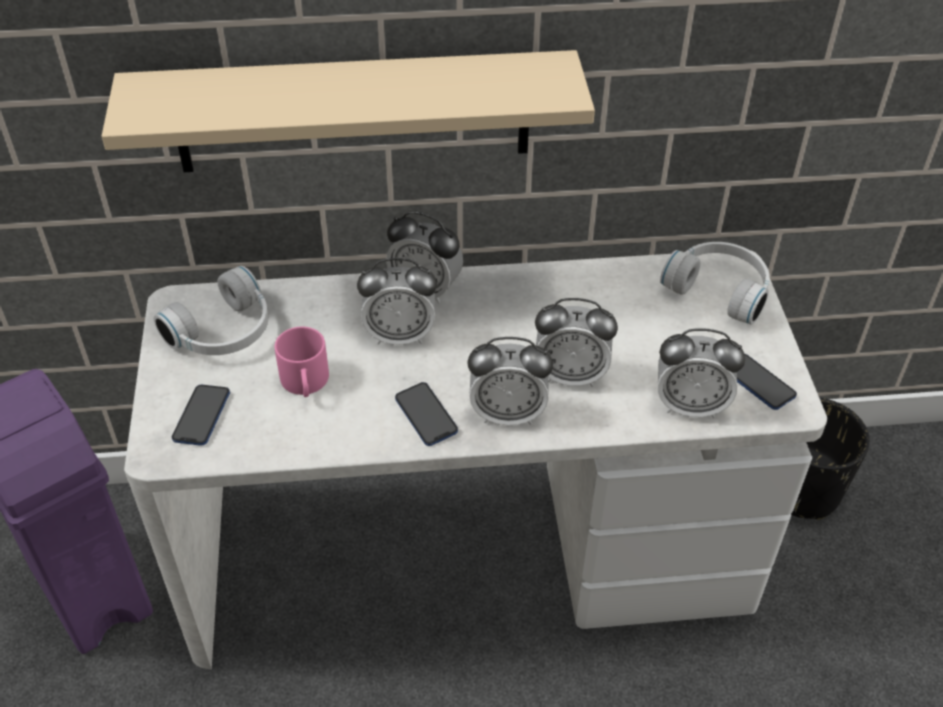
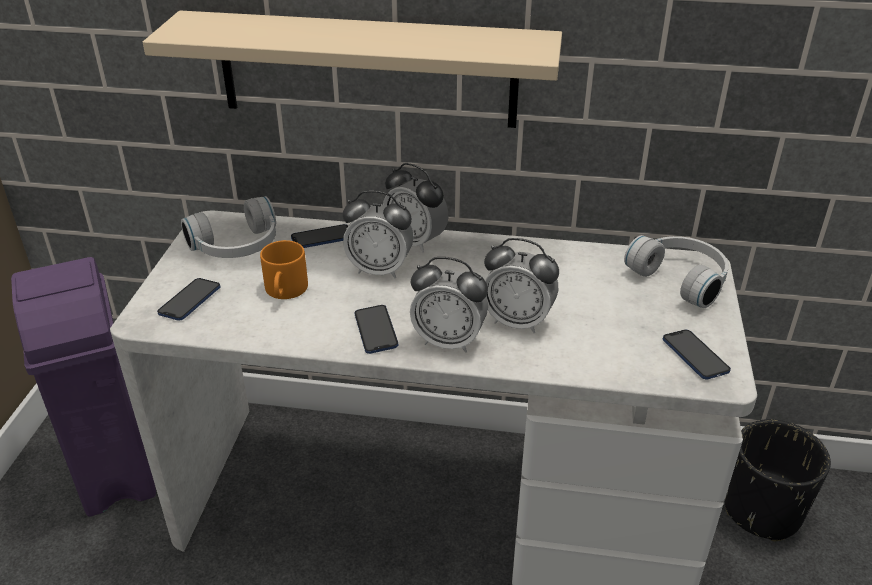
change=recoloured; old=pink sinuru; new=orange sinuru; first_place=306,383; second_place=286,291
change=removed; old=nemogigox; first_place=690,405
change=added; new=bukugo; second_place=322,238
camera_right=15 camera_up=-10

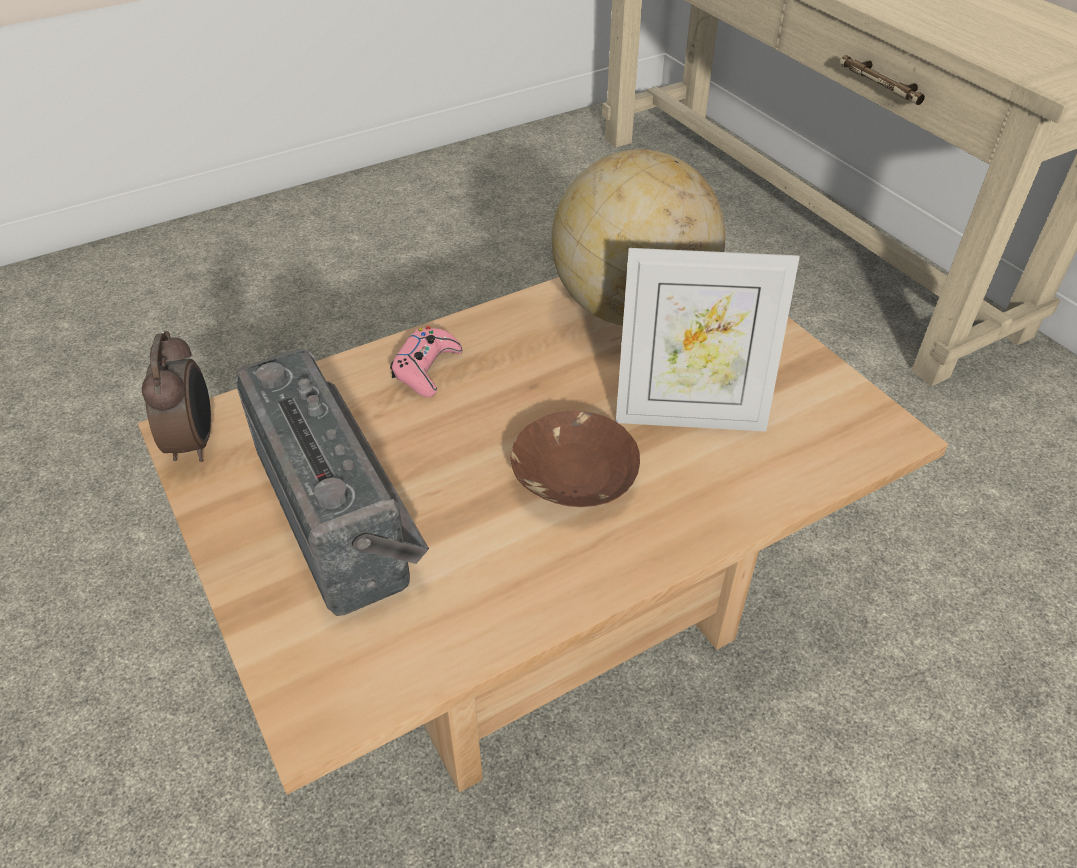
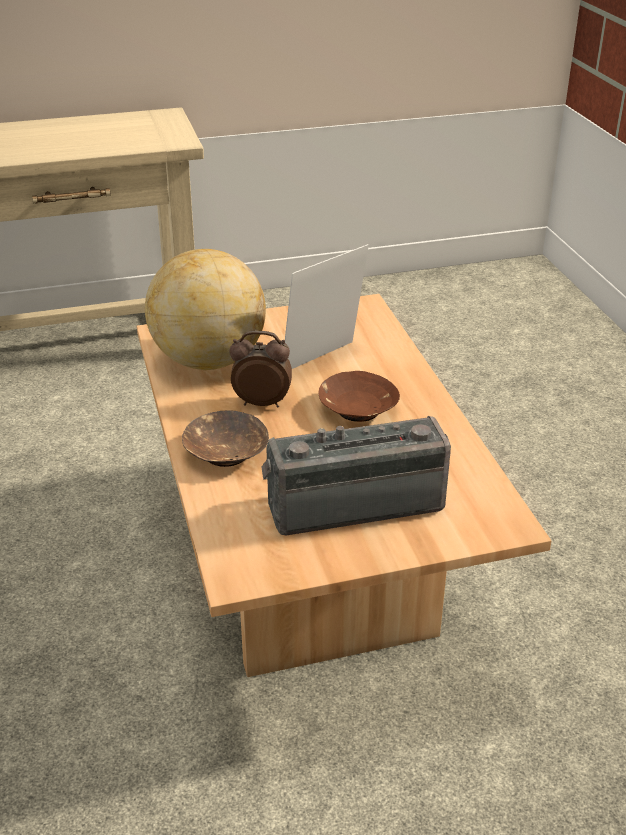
change=moved; old=nemogigox; first_place=194,442; second_place=262,402
change=replaced; old=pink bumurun; new=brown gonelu; first_place=426,369; second_place=225,452
change=turned; old=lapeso; first_place=690,416; second_place=323,361; degrees=-150
camera_right=-75 camera_up=-10

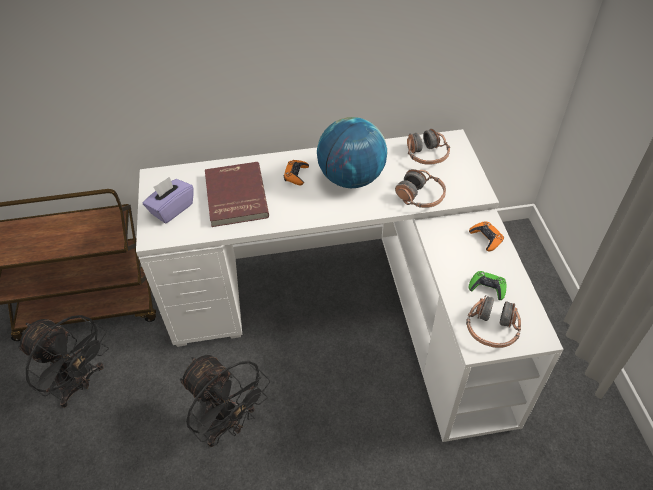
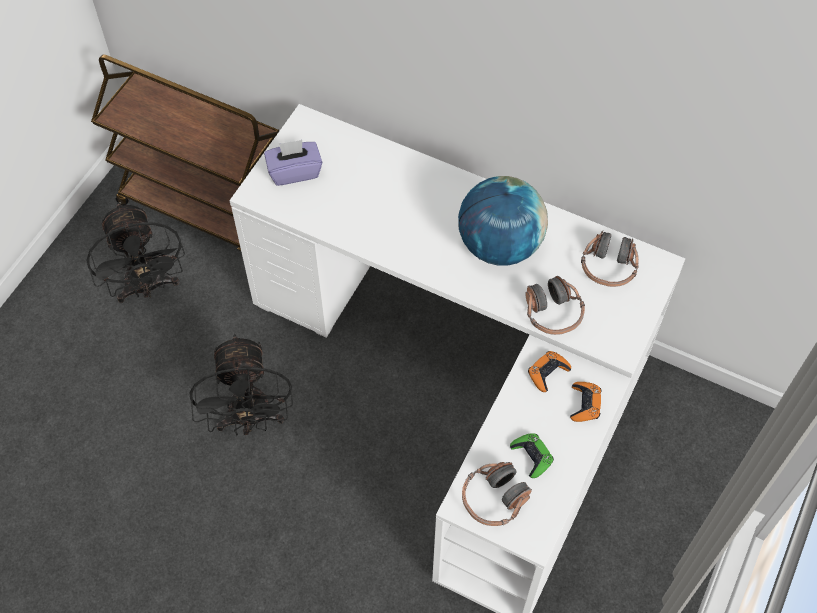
change=removed; old=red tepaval; first_place=234,196
change=moved; old=orange bumurun; first_place=296,175; second_place=547,373
camera_right=35 camera_up=10

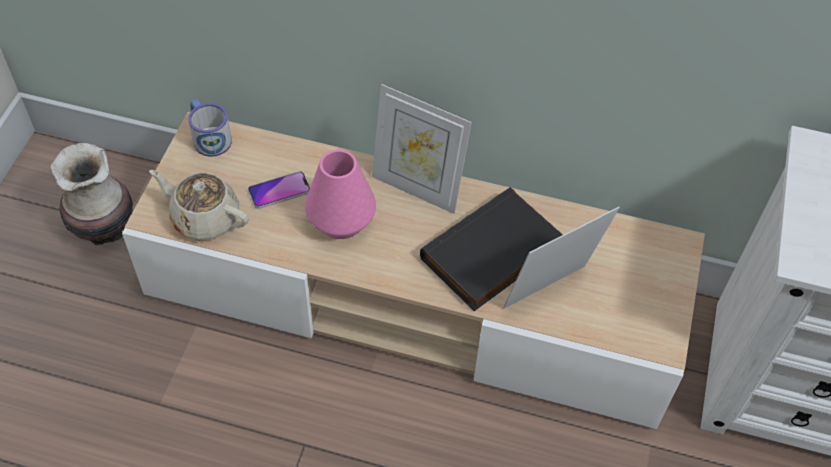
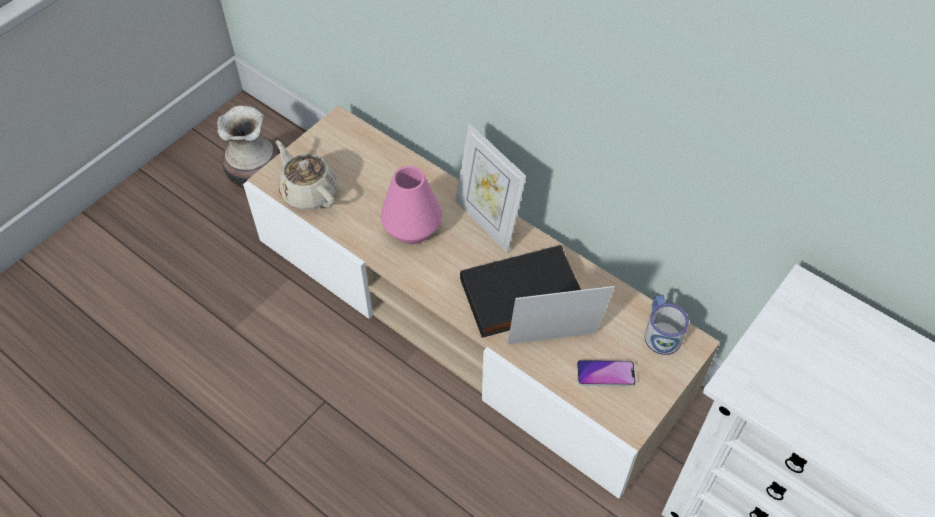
change=moved; old=sinuru; first_place=209,137; second_place=660,332
change=moved; old=bukugo; first_place=279,191; second_place=605,374
camera_right=25 camera_up=0

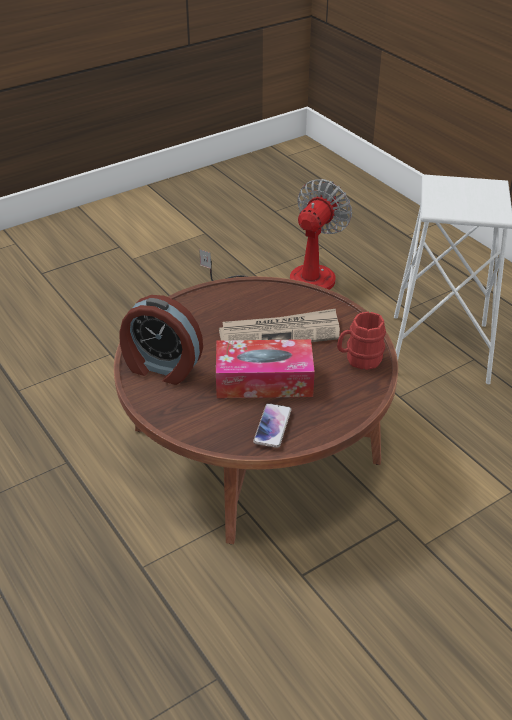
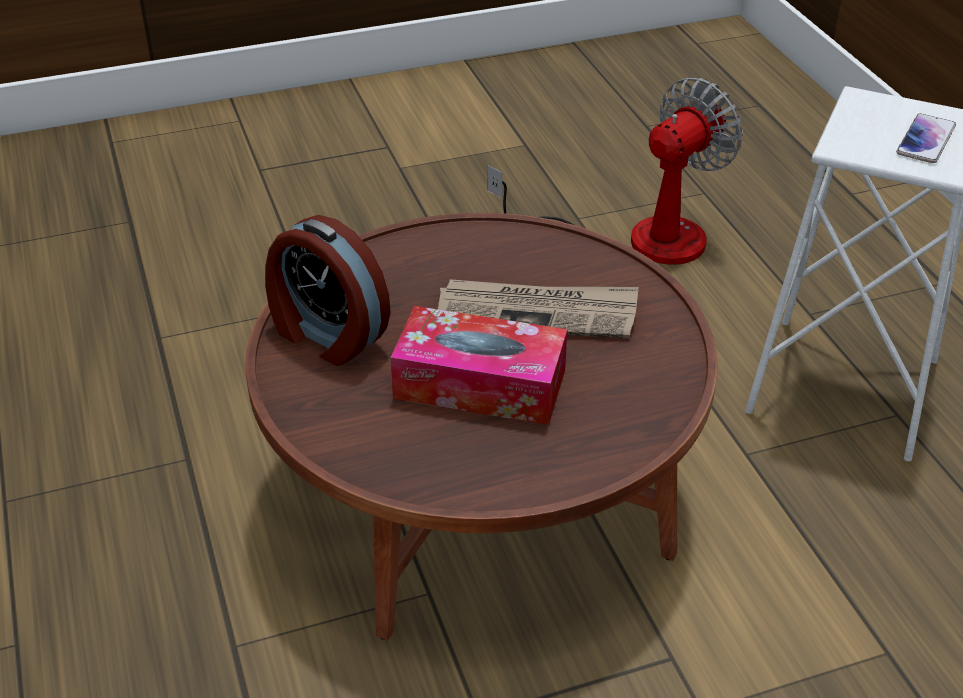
change=moved; old=bukugo; first_place=272,426; second_place=926,140
change=removed; old=red sinuru; first_place=359,359
camera_right=15 camera_up=0

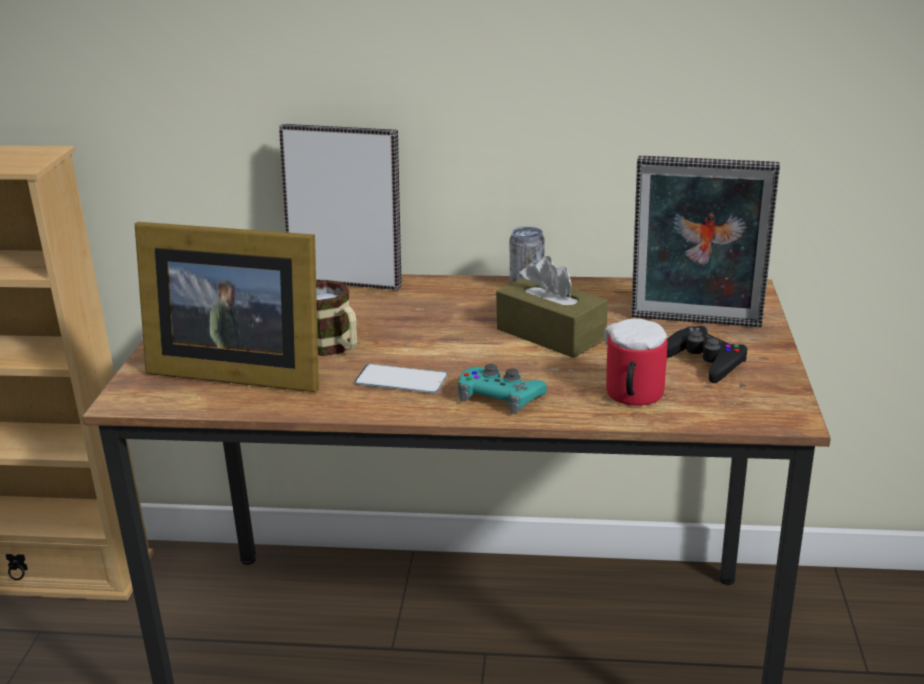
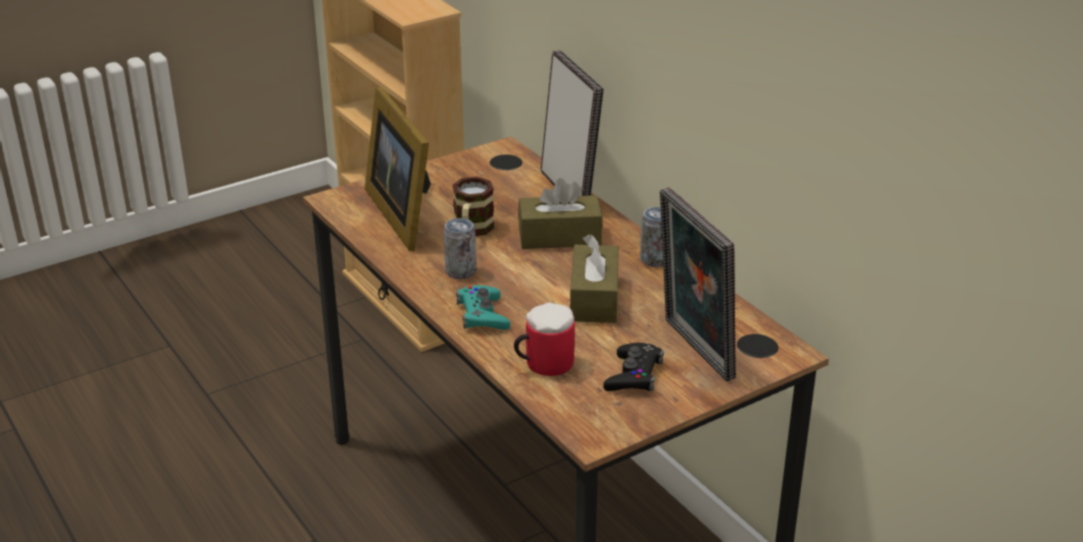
change=replaced; old=bukugo; new=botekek; first_place=401,380; second_place=460,272
change=added; new=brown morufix; second_place=559,237
camera_right=50 camera_up=5

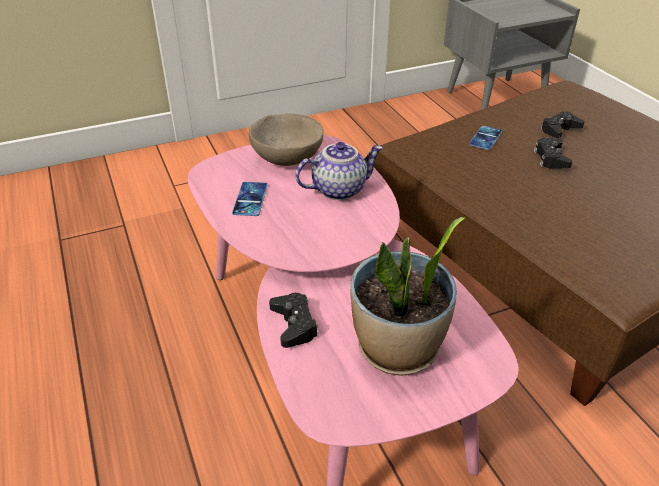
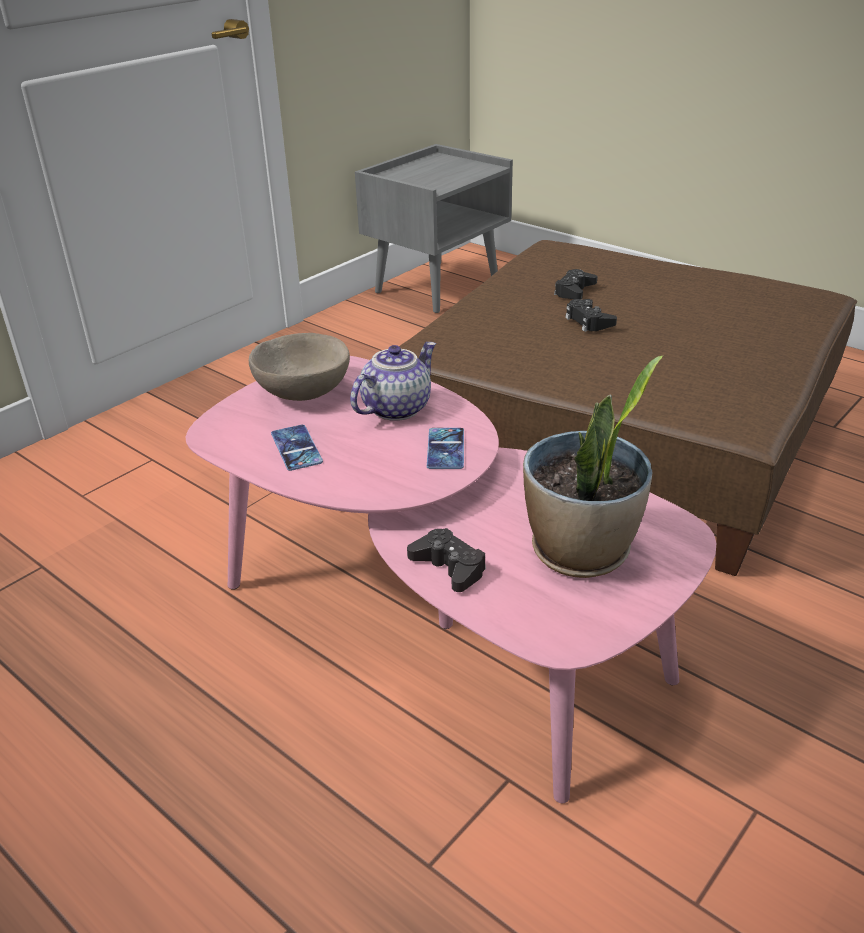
change=moved; old=bukugo; first_place=485,138; second_place=445,449
camera_right=-25 camera_up=-5

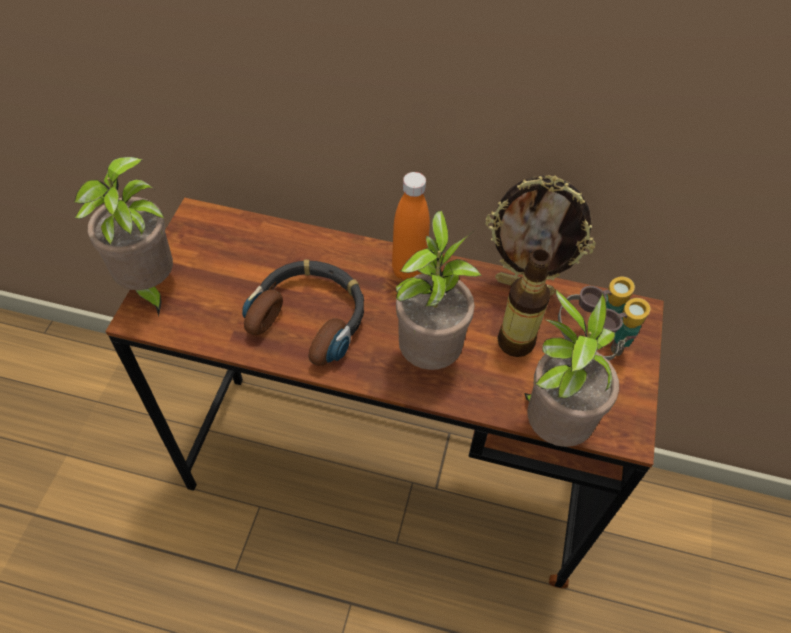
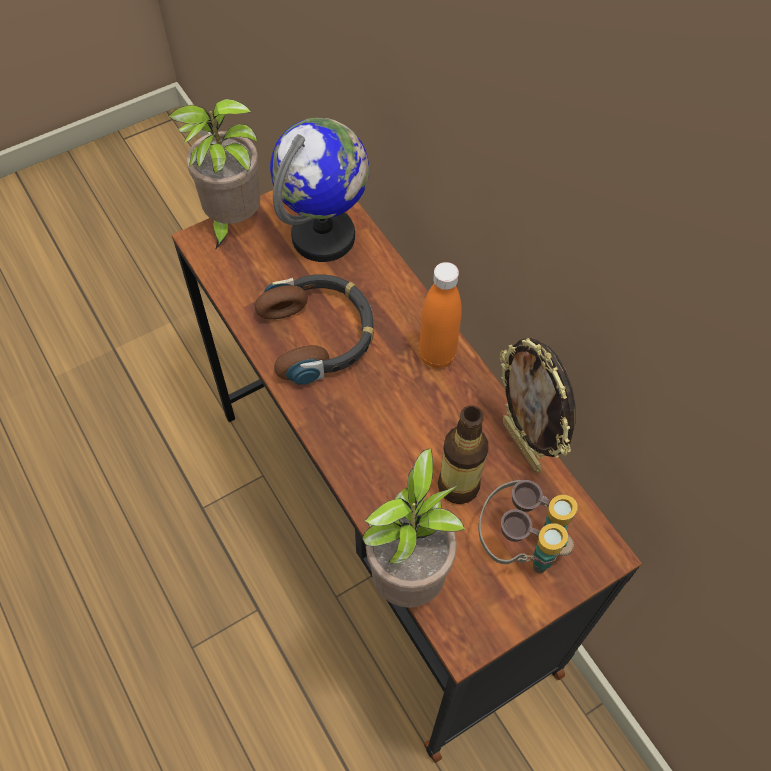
change=removed; old=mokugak; first_place=429,353
change=added; new=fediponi; second_place=324,237
camera_right=45 camera_up=5

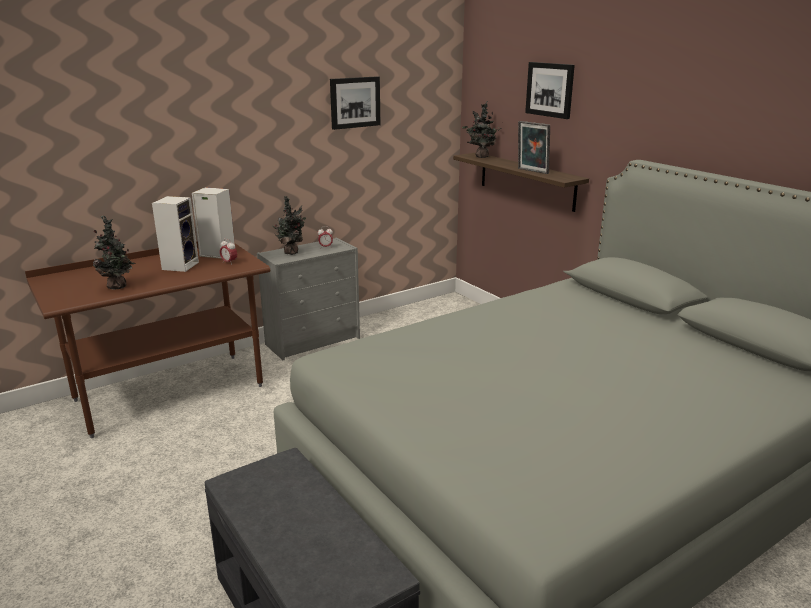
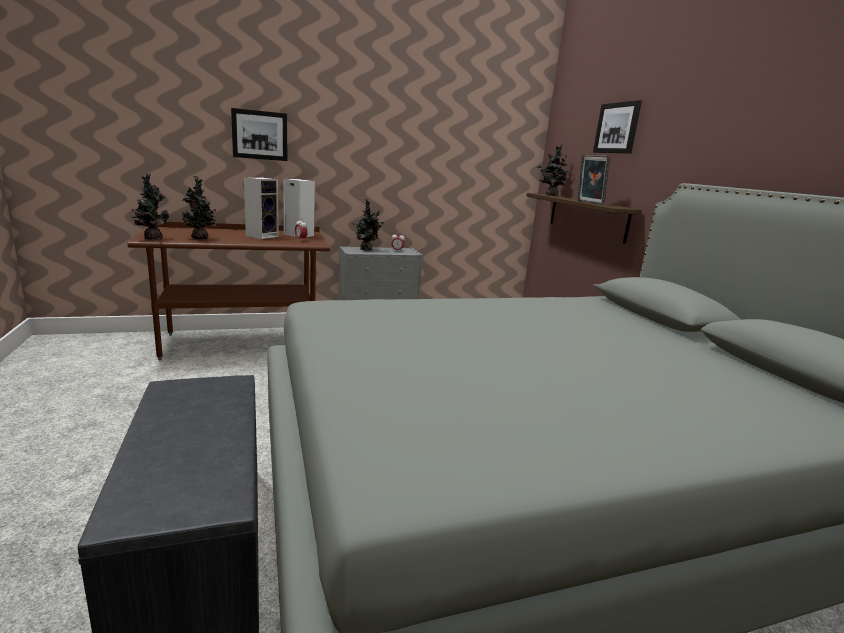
change=moved; old=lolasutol; first_place=354,102; second_place=260,135
change=added; new=mokugak; second_place=152,238
camera_right=15 camera_up=-5

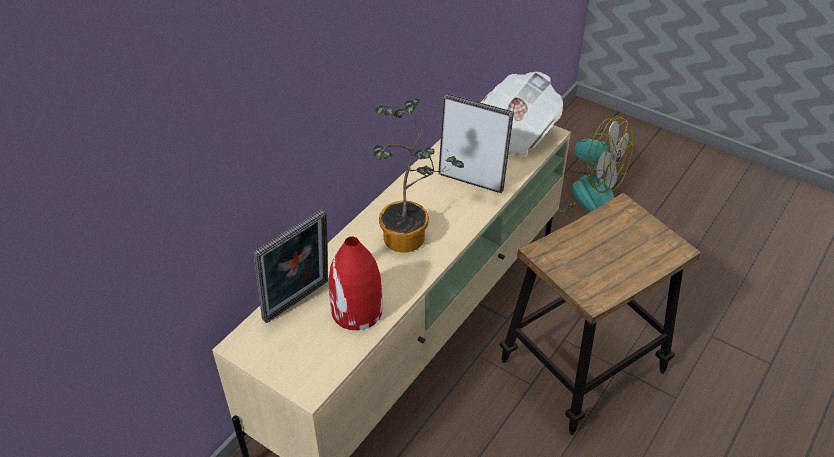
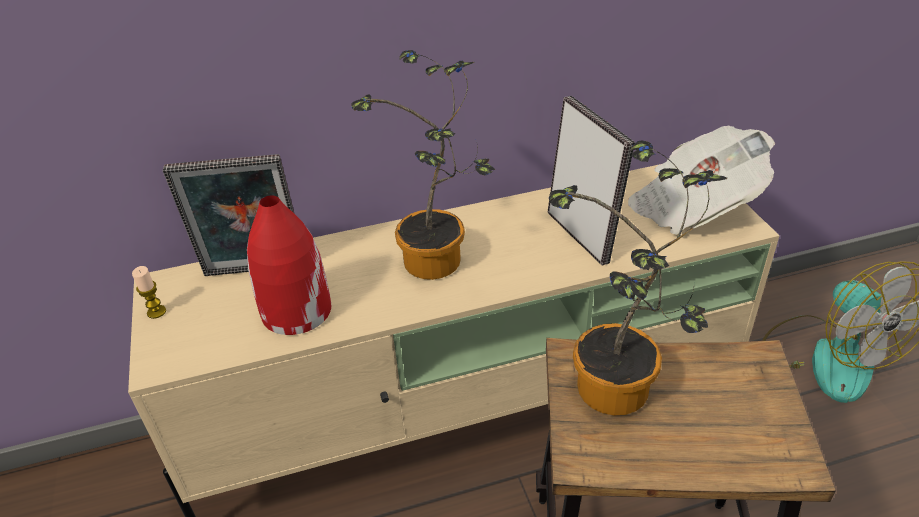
change=added; new=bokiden; second_place=156,312
change=added; new=mokugak; second_place=617,397
camera_right=40 camera_up=-5

